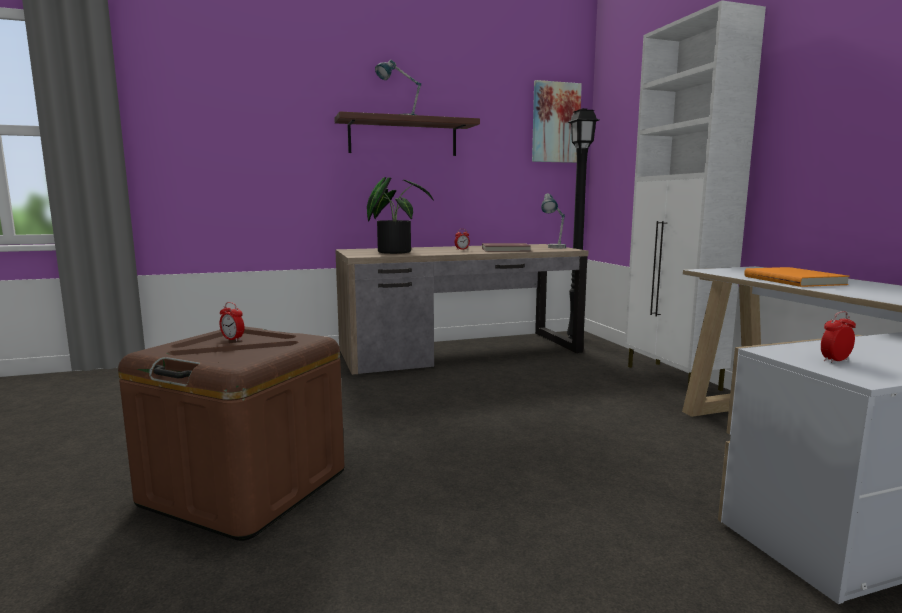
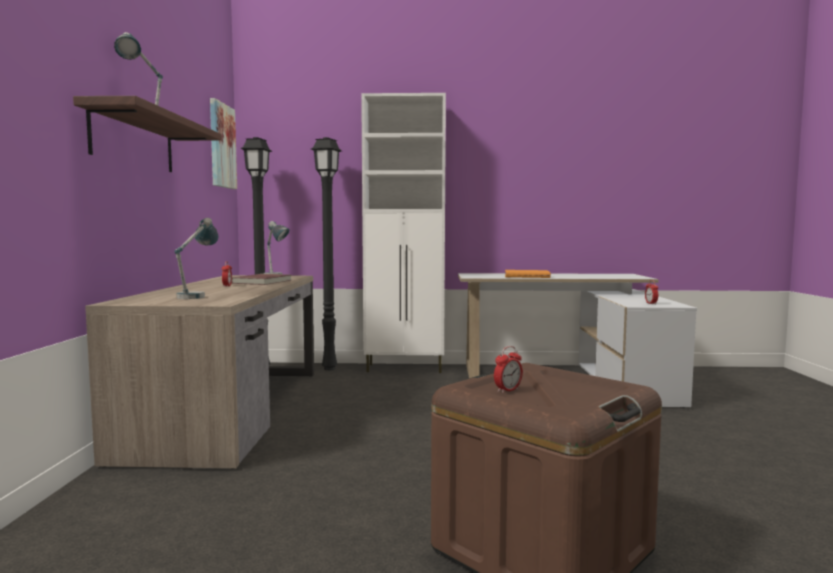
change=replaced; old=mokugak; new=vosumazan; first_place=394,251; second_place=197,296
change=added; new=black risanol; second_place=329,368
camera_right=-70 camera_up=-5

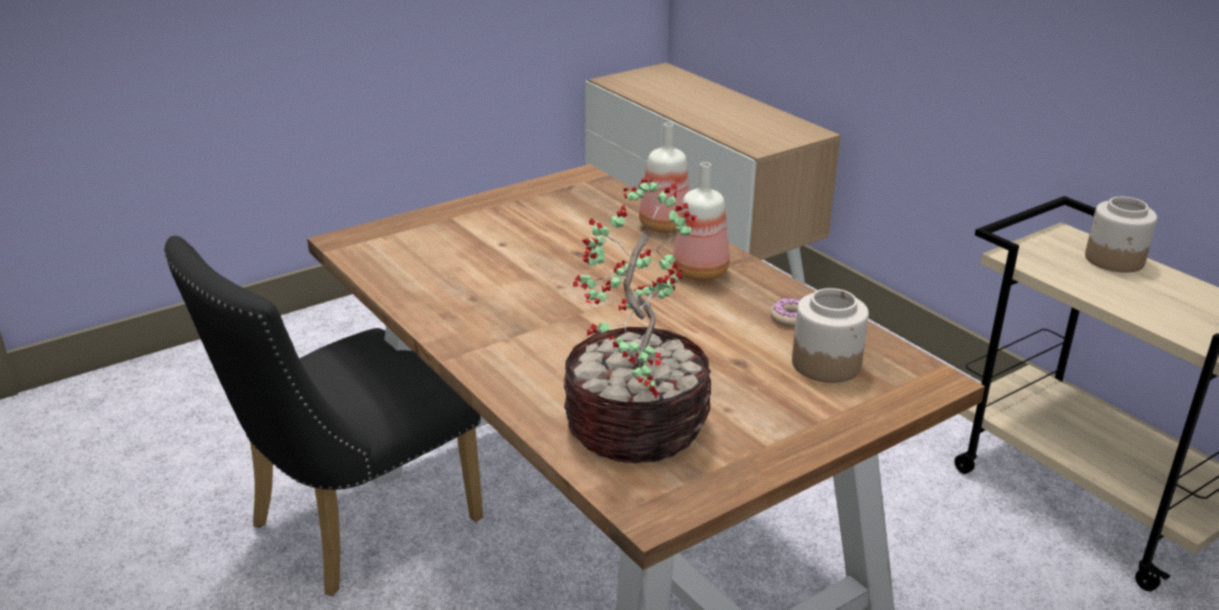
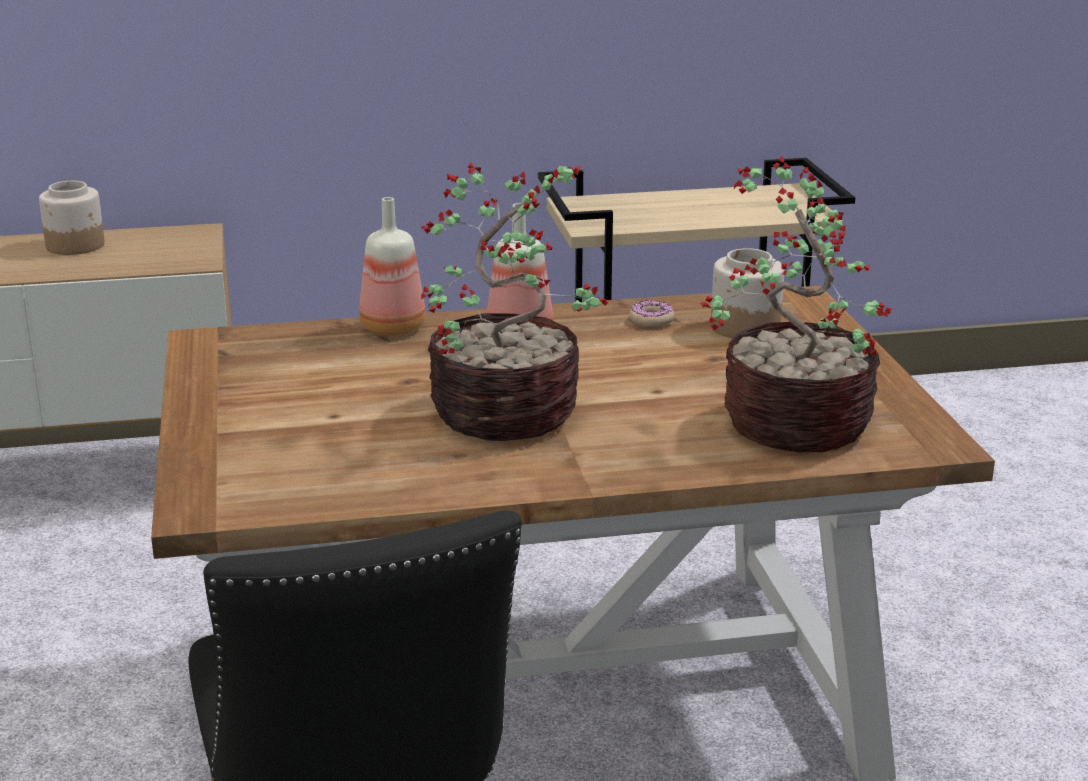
change=moved; old=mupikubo; first_place=1115,260; second_place=76,245
change=added; new=mokugak; second_place=509,413
camera_right=-65 camera_up=-5

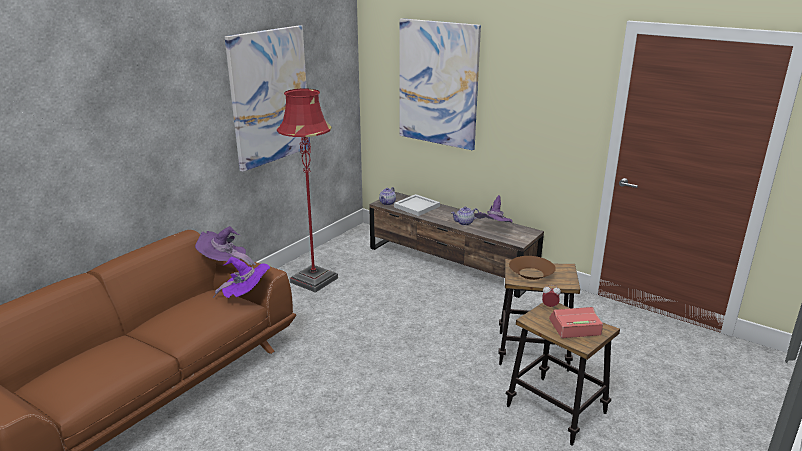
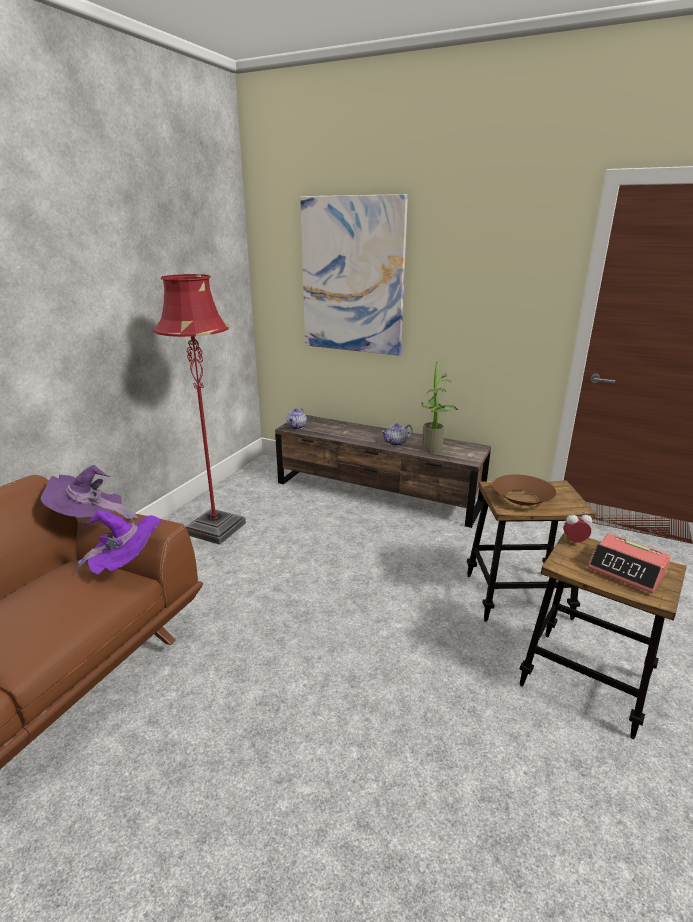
change=removed; old=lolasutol; first_place=269,97
change=removed; old=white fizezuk; first_place=417,207
change=replaced; old=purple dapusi; new=mokugak; first_place=494,231; second_place=435,450
change=turned; old=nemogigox; first_place=574,327; second_place=627,570; degrees=-120
camera_right=-10 camera_up=0

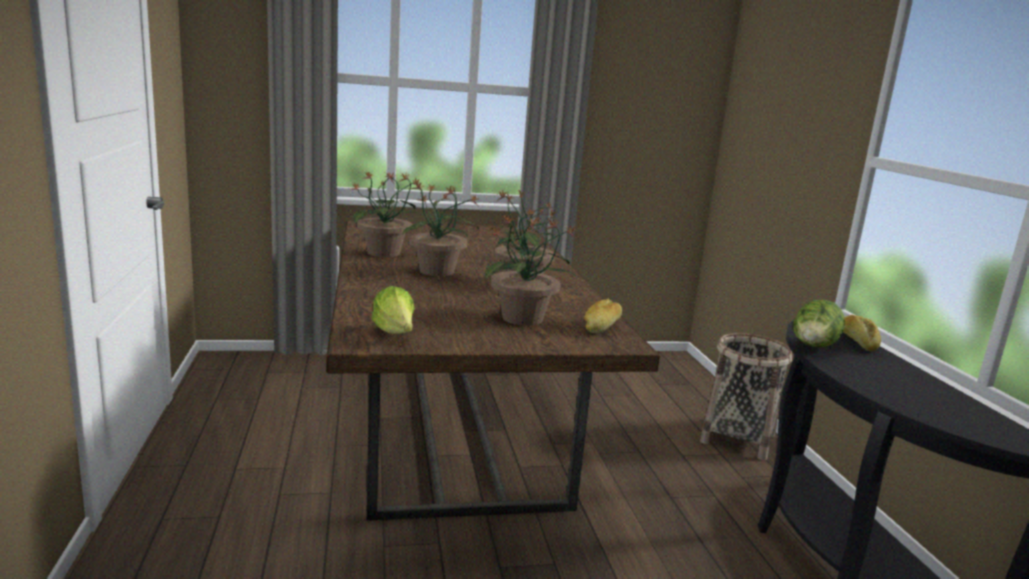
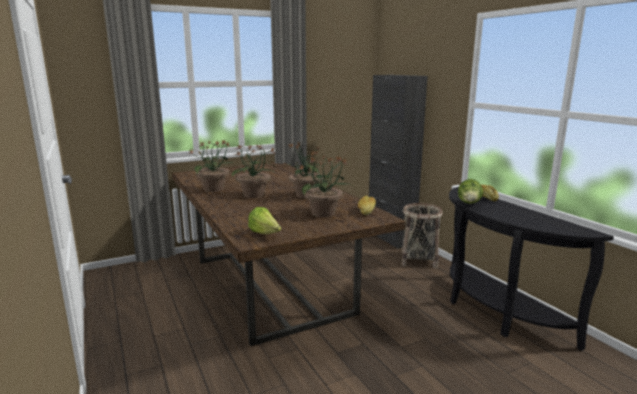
change=added; new=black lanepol; second_place=391,237
camera_right=-15 camera_up=0

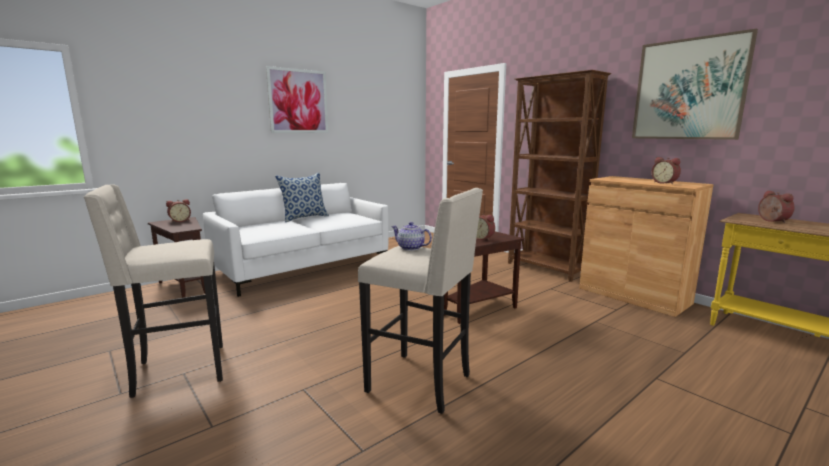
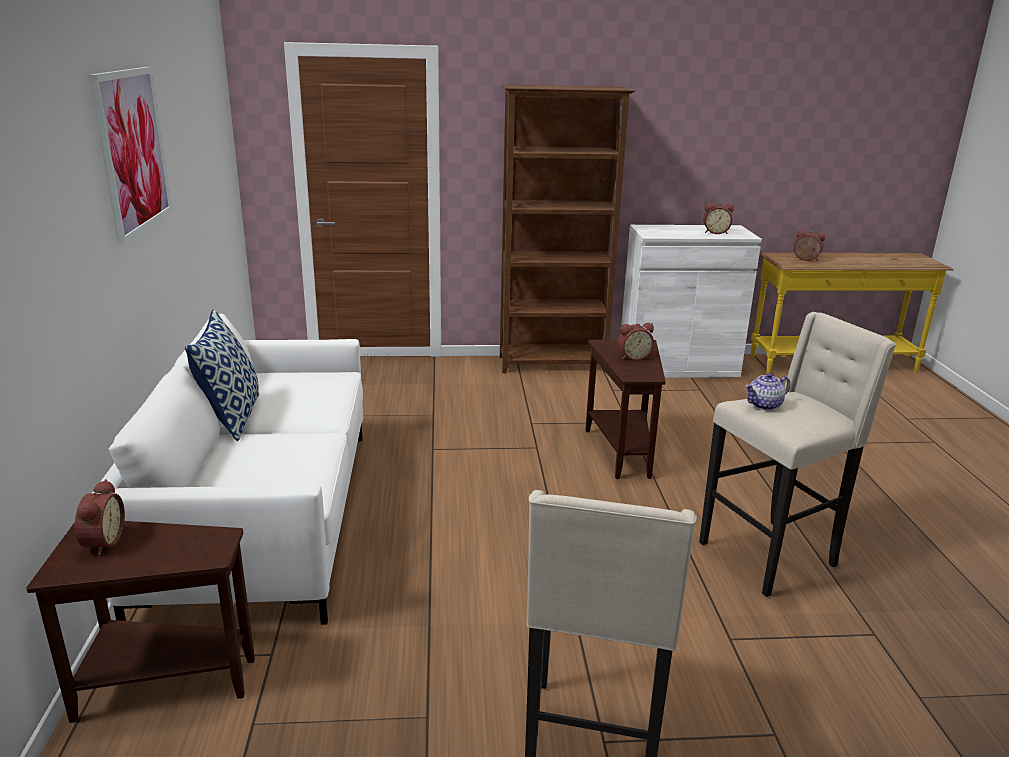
change=recoloured; old=brown lanepol; new=white lanepol; first_place=633,295; second_place=678,366
change=removed; old=lolasutol; first_place=688,89
camera_right=-55 camera_up=10

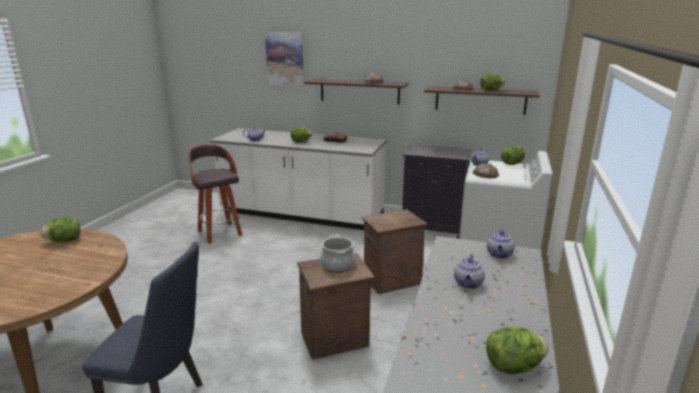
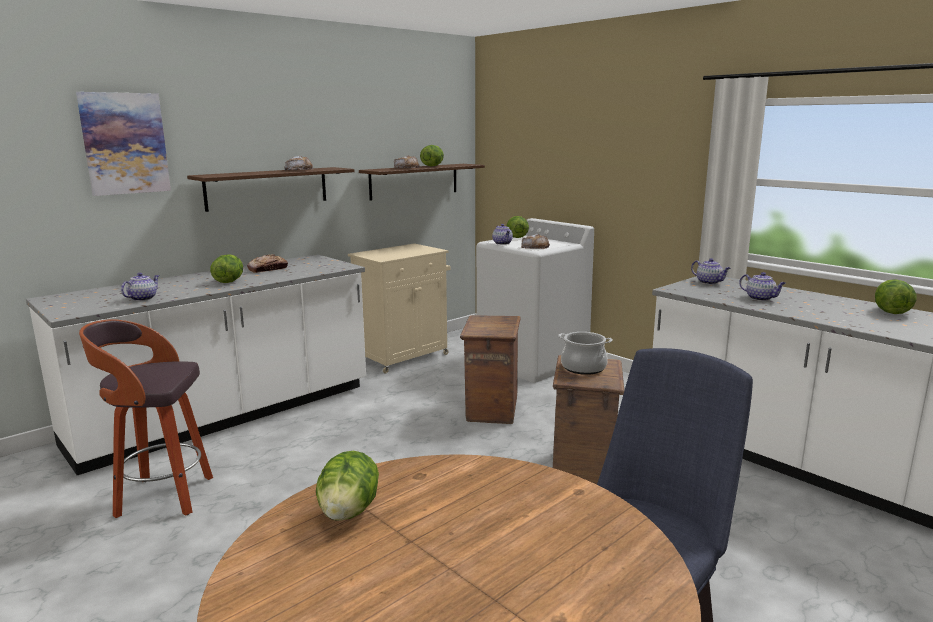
change=recoloured; old=black lanepol; new=beige lanepol; first_place=434,228; second_place=403,356
camera_right=-60 camera_up=-5

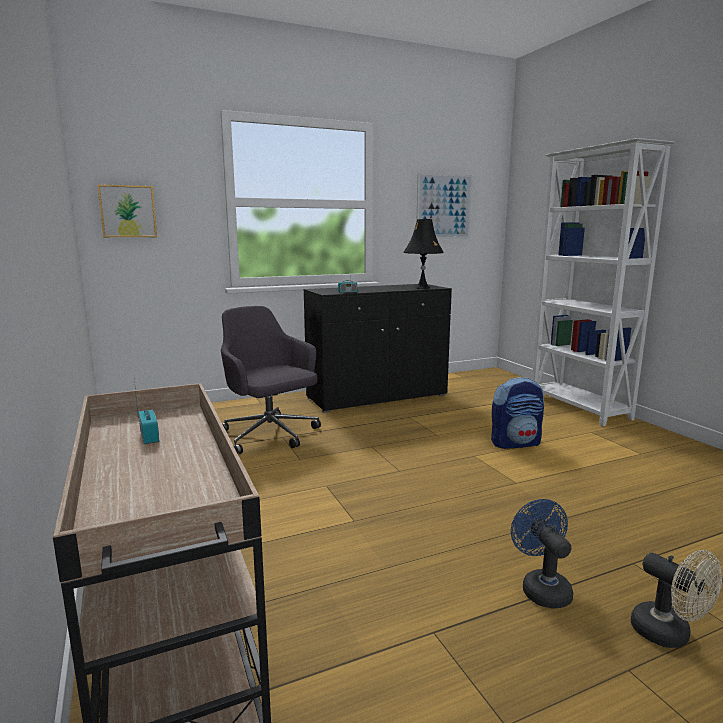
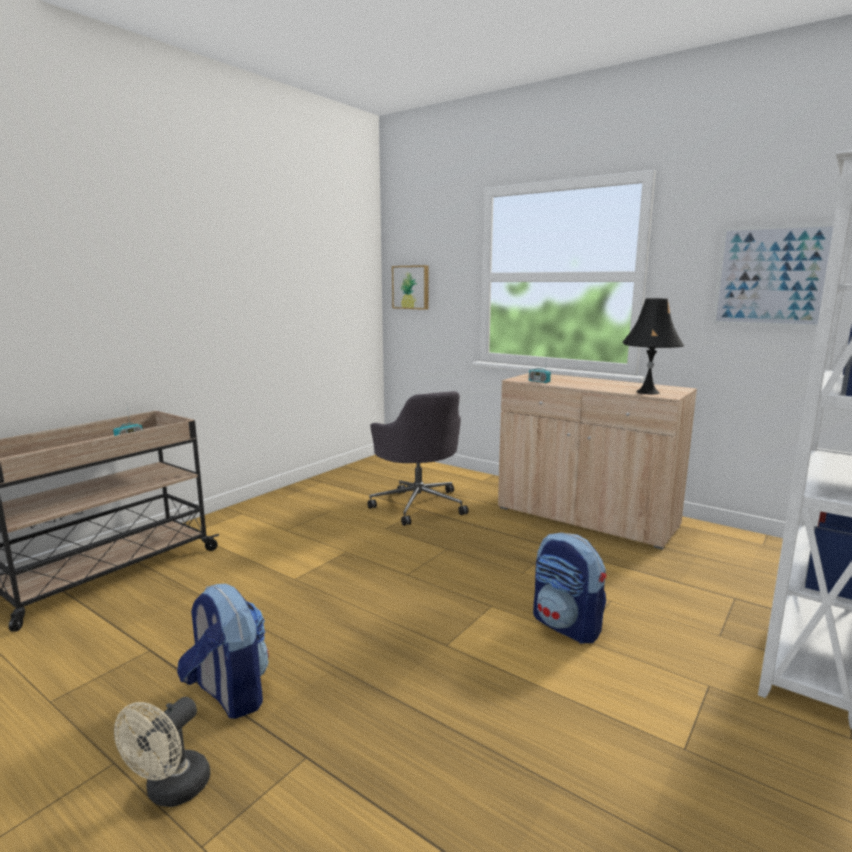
change=turned; old=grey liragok; first_place=270,435; second_place=418,505; degrees=135
change=recoloured; old=black lanepol; new=beige lanepol; first_place=377,396; second_place=585,517
change=replaced; old=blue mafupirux; new=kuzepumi; first_place=541,588; second_place=228,694
camera_right=60 camera_up=0

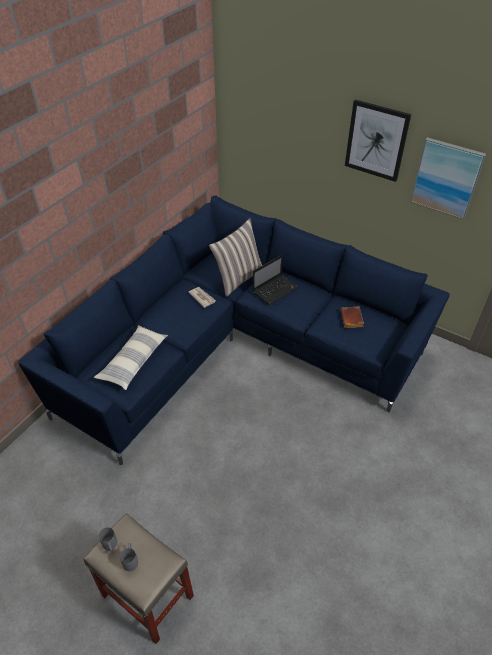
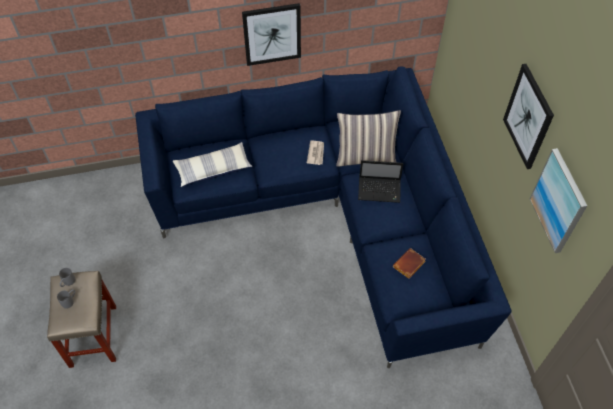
change=added; new=lolasutol; second_place=272,34
camera_right=45 camera_up=10

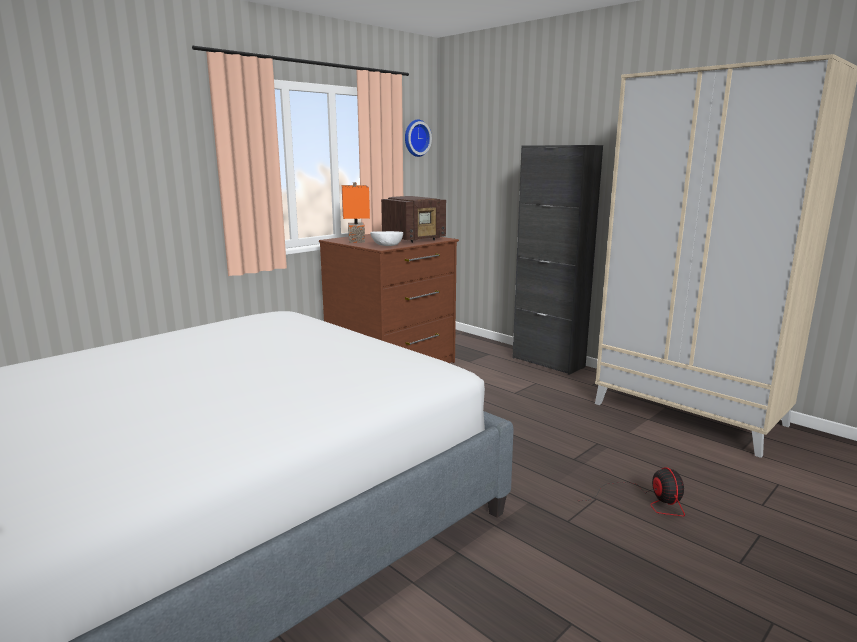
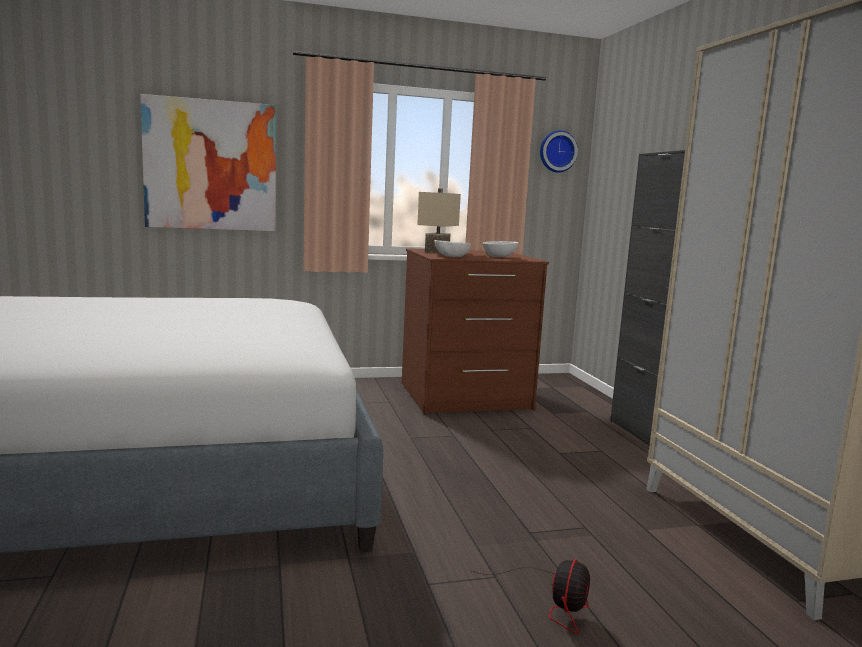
change=recoloured; old=orange vosumazan; new=beige vosumazan; first_place=358,240; second_place=438,252
change=replaced; old=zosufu; new=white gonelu; first_place=414,239; second_place=499,256
change=added; new=lolasutol; second_place=211,165
camera_right=30 camera_up=-5

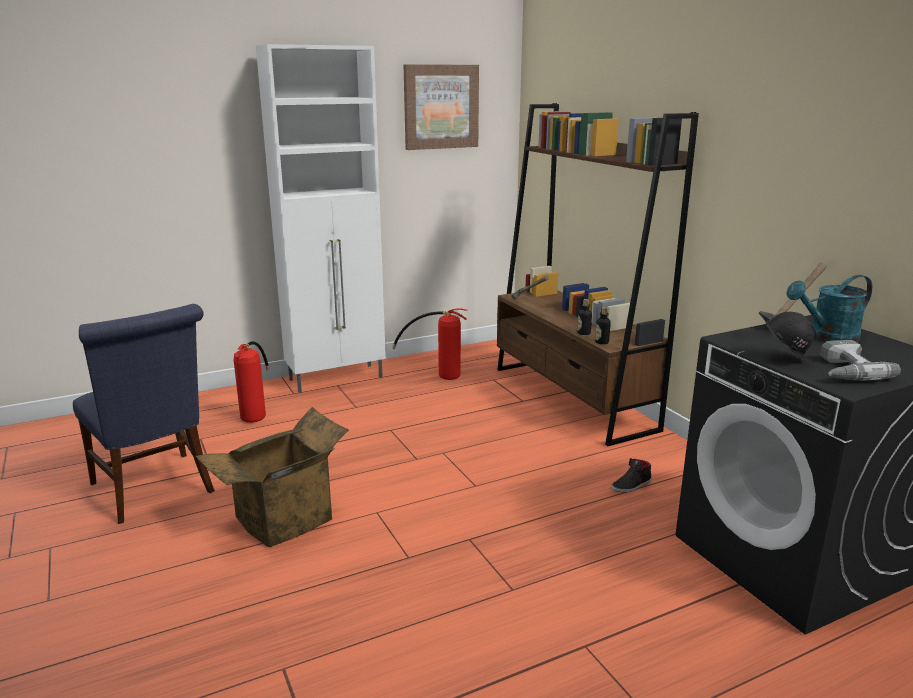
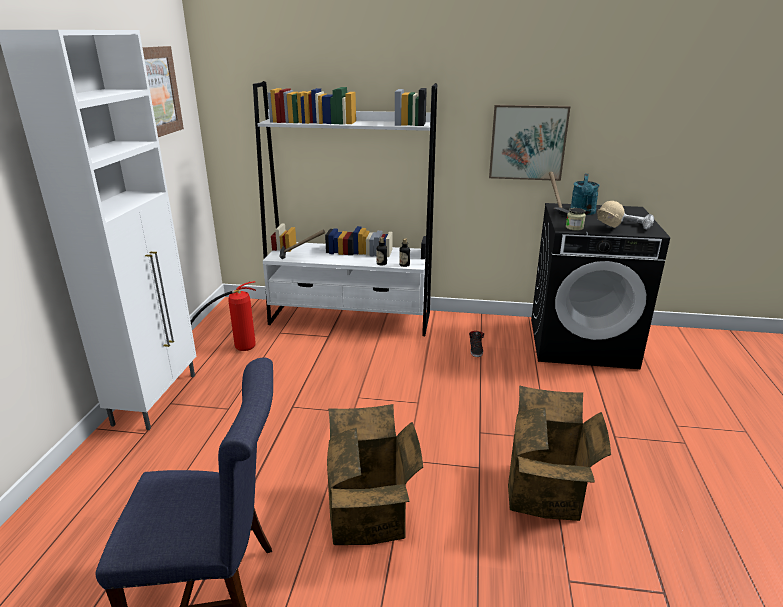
change=removed; old=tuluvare; first_place=257,411
change=recoloured; old=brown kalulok; new=white kalulok; first_place=572,398; second_place=351,319
change=recoloured; old=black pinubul; new=beige pinubul; first_place=784,359; second_place=606,229
change=added; new=lolasutol; second_place=527,142
change=added; new=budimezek; second_place=547,493
change=added; new=mupikubo; second_place=574,228
camera_right=-55 camera_up=5

